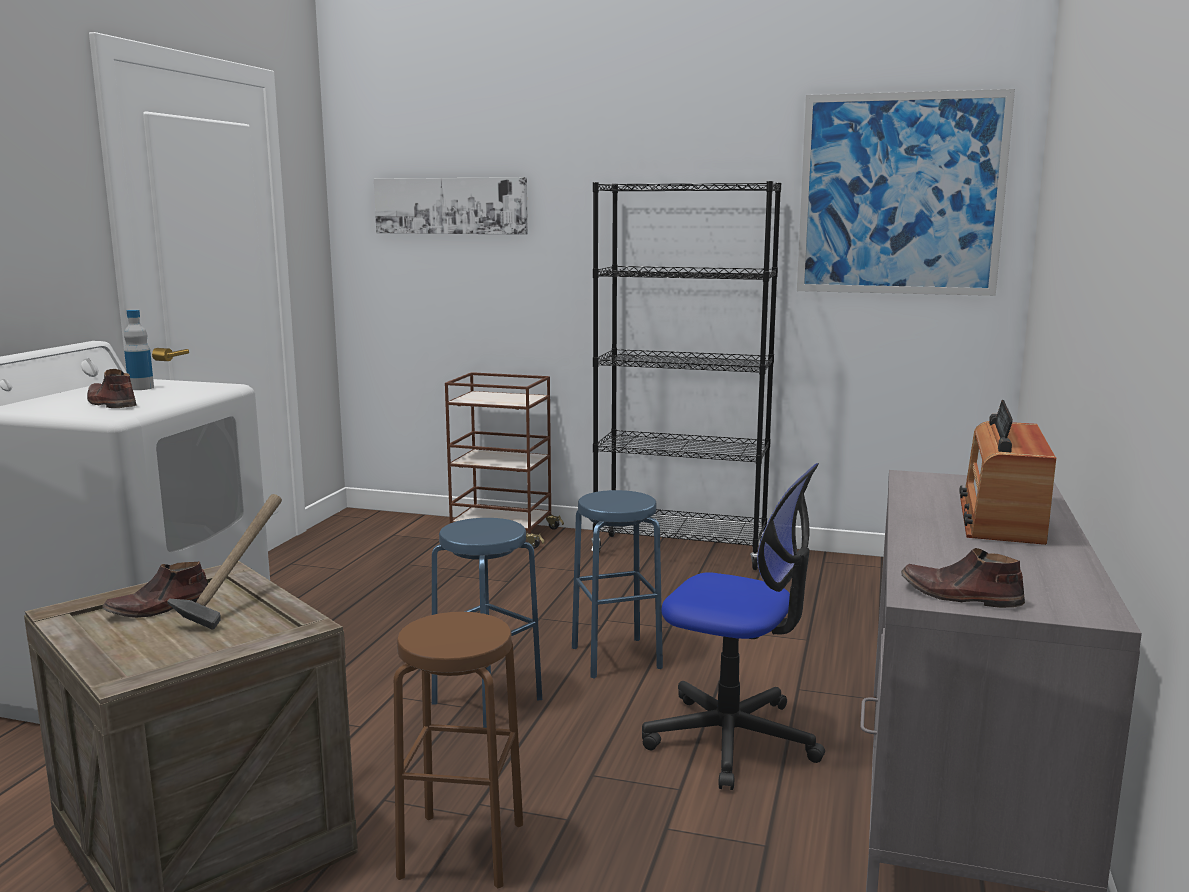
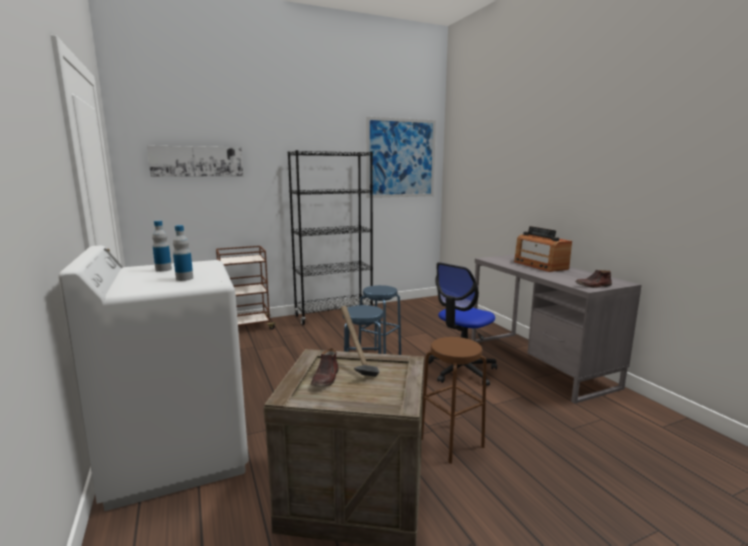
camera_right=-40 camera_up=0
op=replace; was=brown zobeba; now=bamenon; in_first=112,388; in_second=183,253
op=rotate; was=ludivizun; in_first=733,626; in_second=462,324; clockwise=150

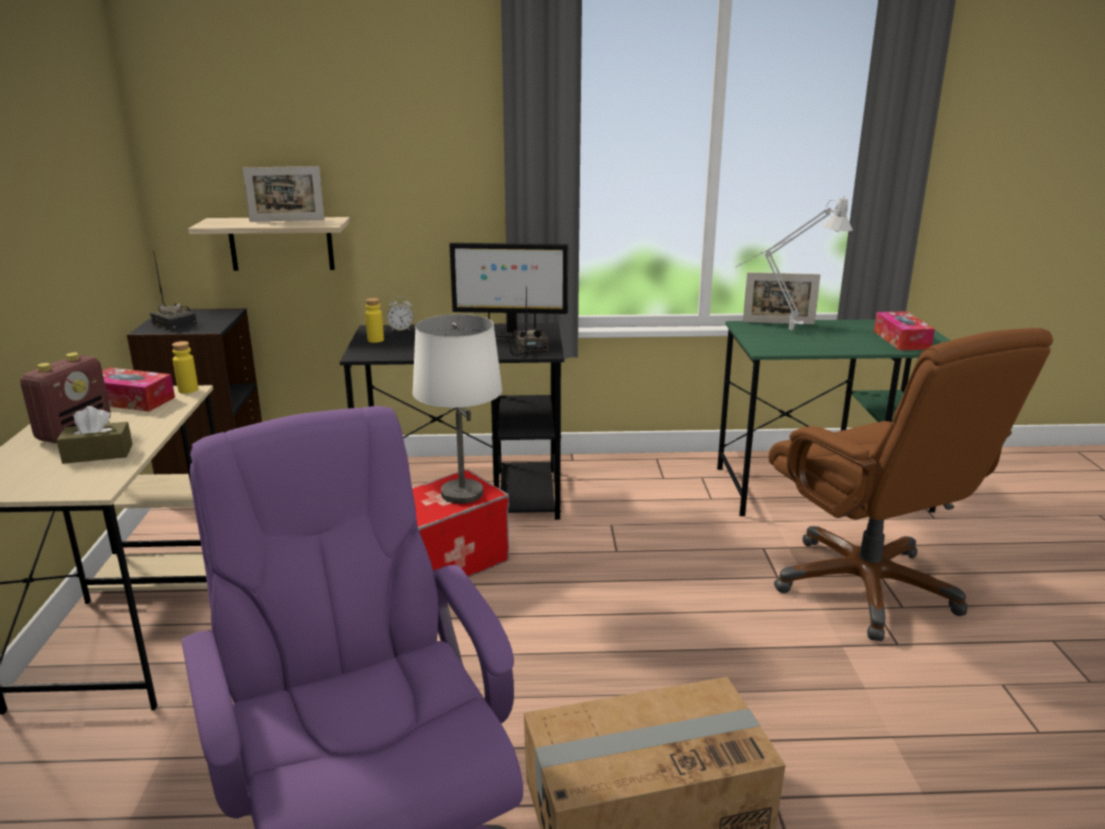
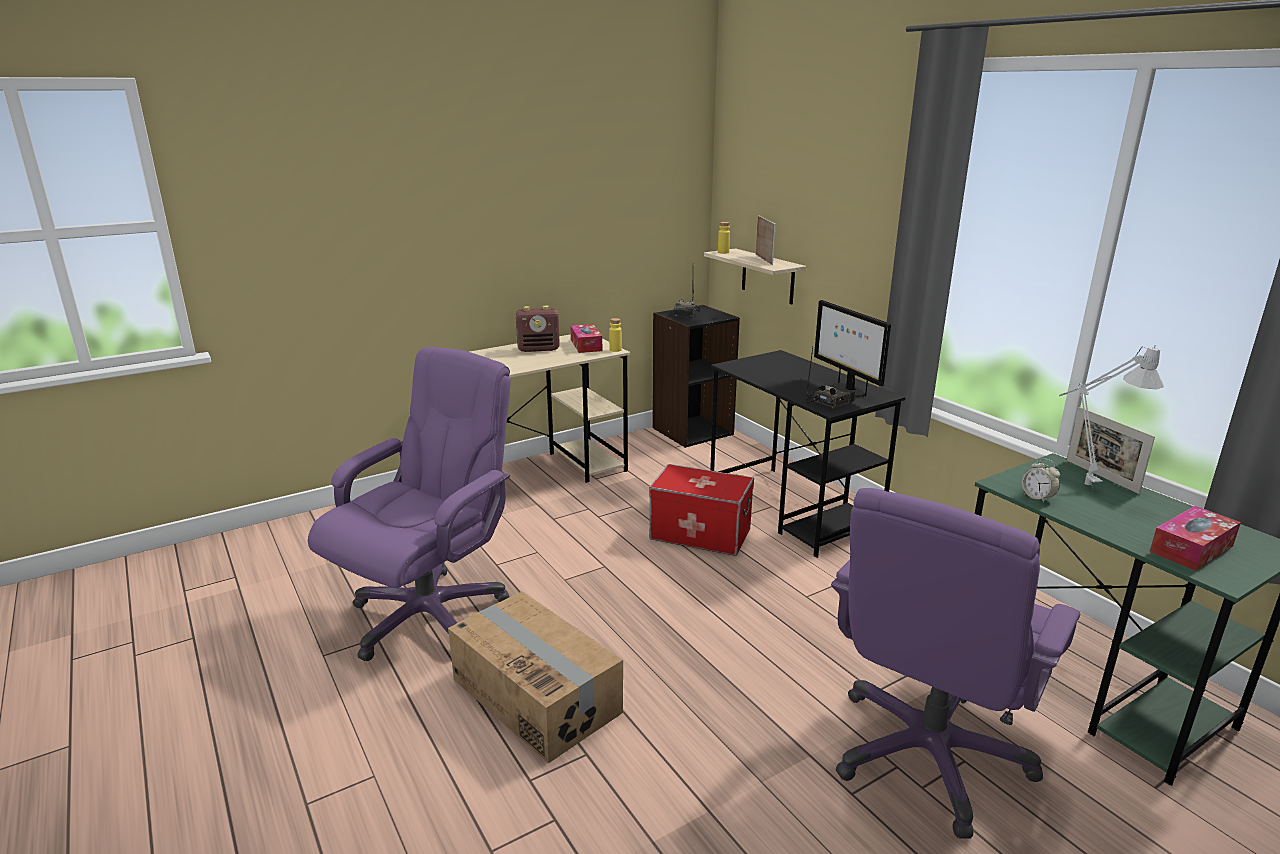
camera_right=60 camera_up=0
op=delete; was=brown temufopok; in_first=95,435
op=delete; was=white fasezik; in_first=457,409
op=move; was=yellow bamenon; in_first=374,320; in_second=724,238
op=move; was=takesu; in_first=400,313; in_second=1041,480
op=recolor; was=brown ludivizun; now=purple ludivizun; in_first=910,484; in_second=955,663
op=rotate; was=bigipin; in_first=284,194; in_second=766,240; clockwise=-150

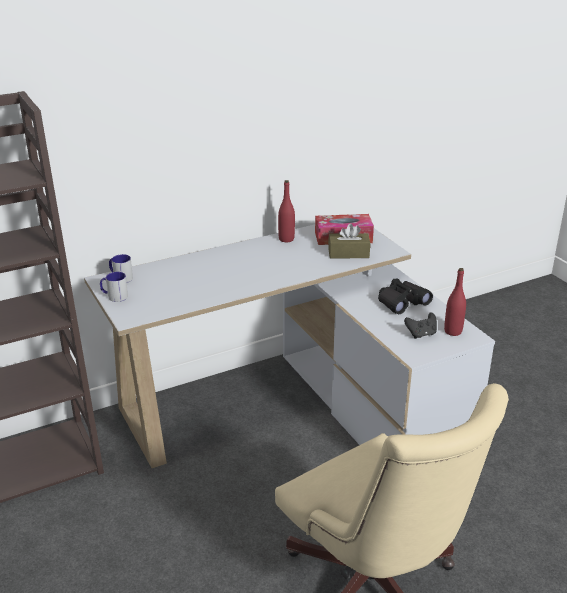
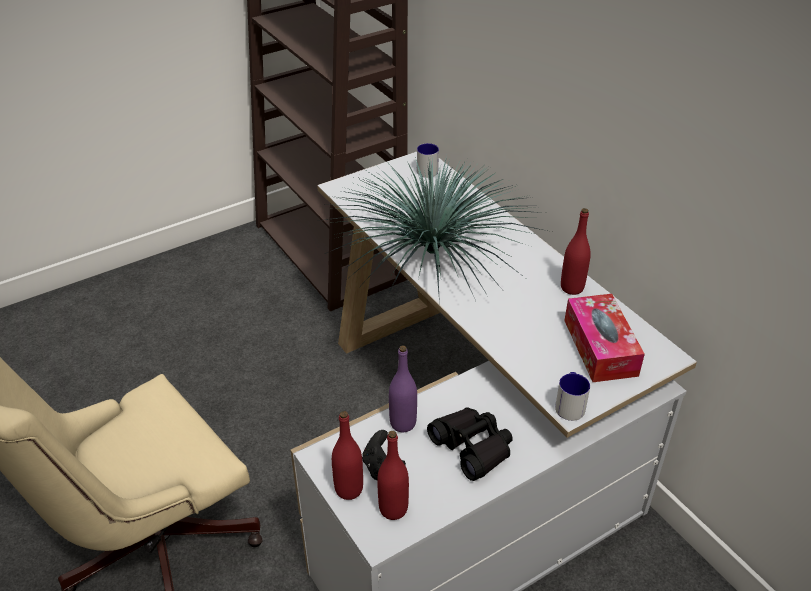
camera_right=85 camera_up=10
op=delete; was=brown temufopok; in_first=349,240
op=insert; now=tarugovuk; in_second=432,229
op=insert; now=red bamenon; in_second=347,455
op=insert; now=purple bamenon; in_second=403,389
op=move; was=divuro; in_first=114,287; in_second=572,396

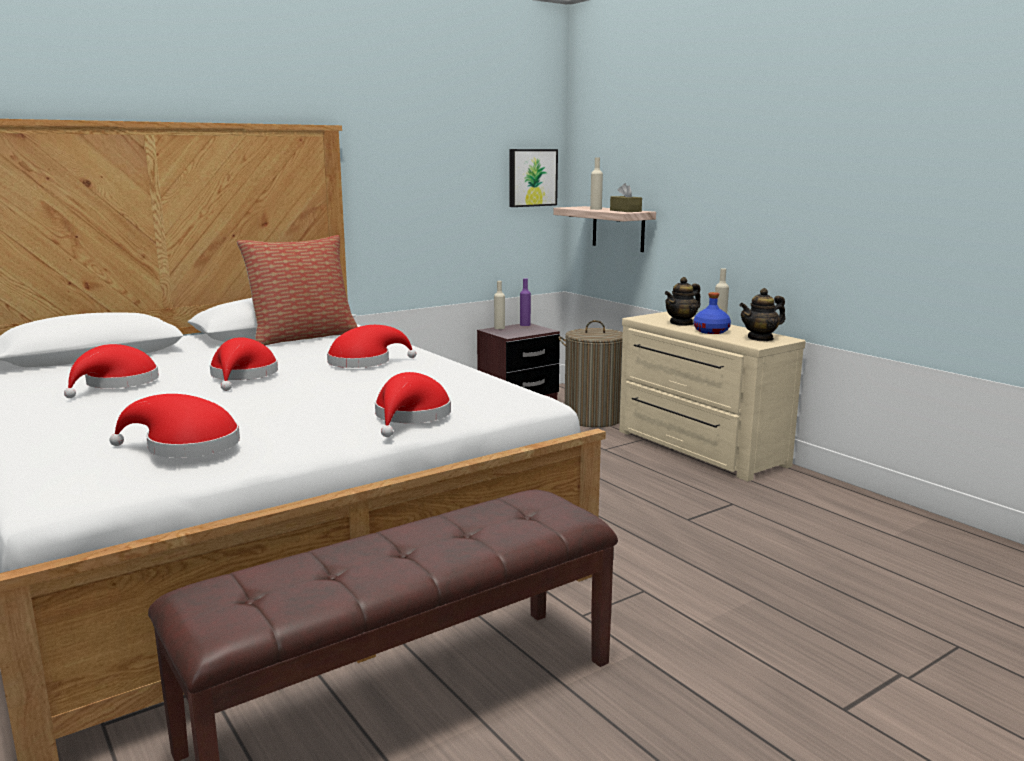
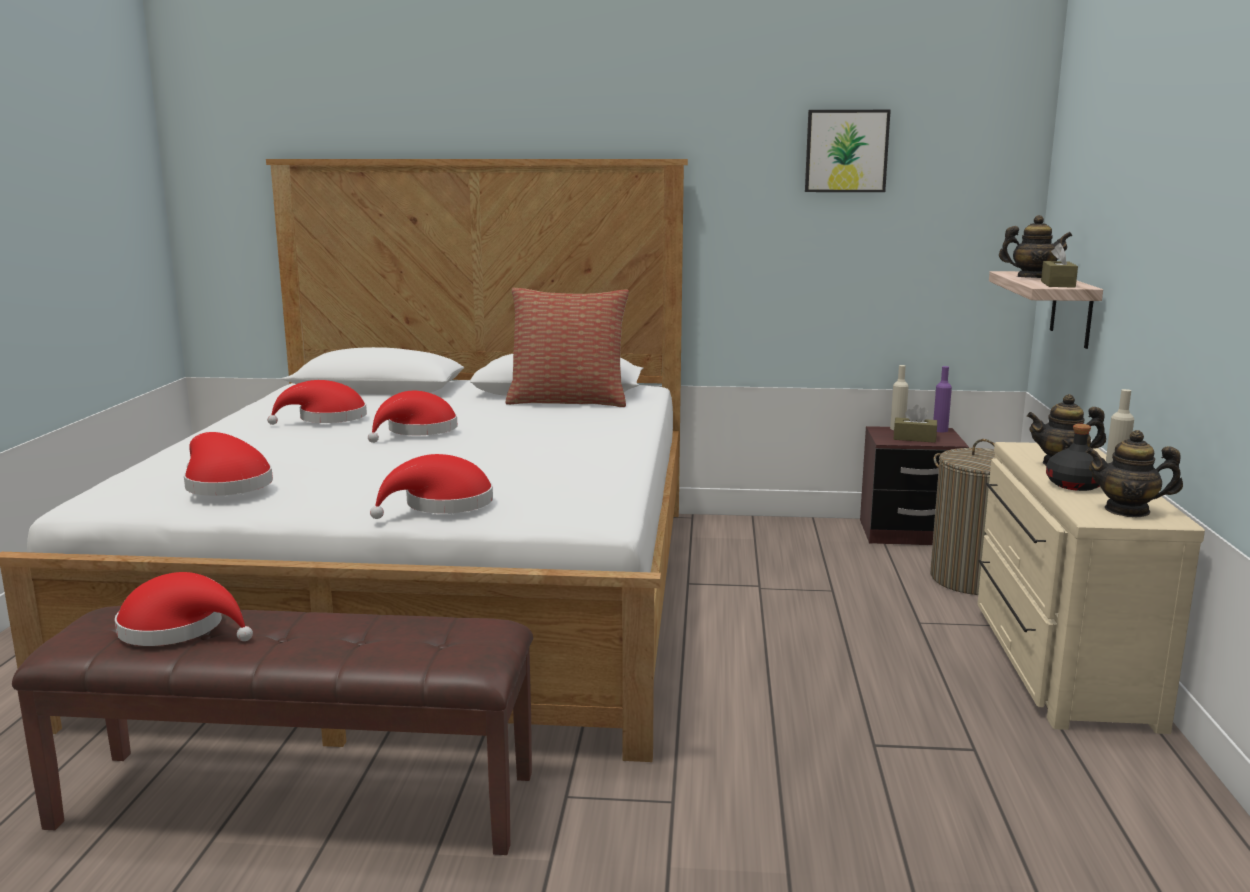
camera_right=40 camera_up=0
op=insert; now=brown temufopok; in_second=915,424
op=move; was=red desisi; in_first=371,346; in_second=184,609
op=move; was=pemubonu; in_first=534,178; in_second=848,151
op=replace; was=beige bamenon; now=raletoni; in_first=596,183; in_second=1035,246
op=recolor; was=blue bamenon; now=black bamenon; in_first=712,313; in_second=1073,457

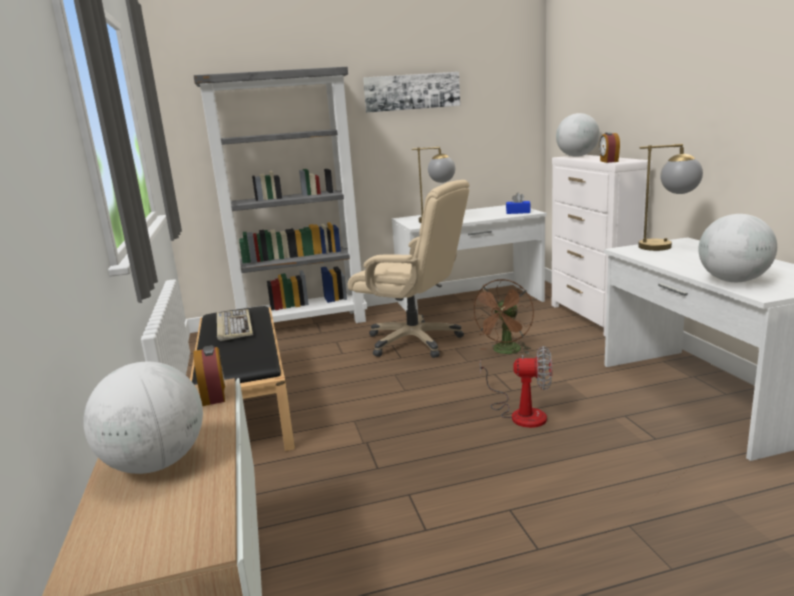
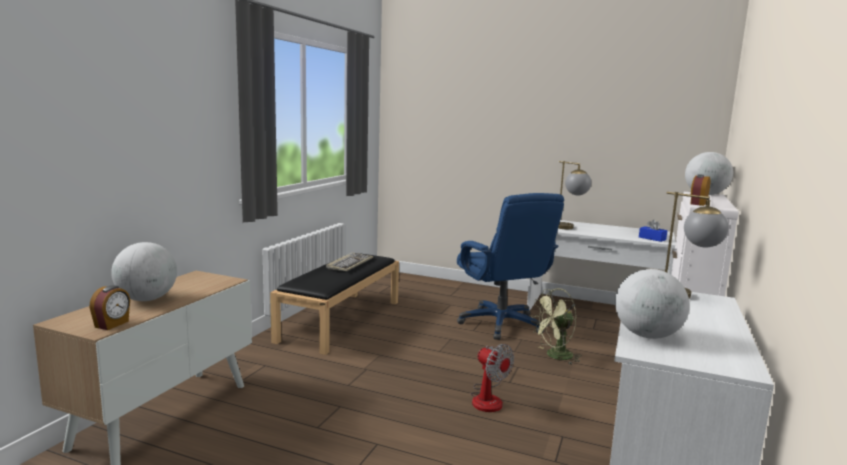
camera_right=35 camera_up=-5
op=delete; was=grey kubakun; in_first=280,195
op=delete; was=pemubonu; in_first=411,92
op=move; was=takesu; in_first=209,375; in_second=109,307
op=recolor; was=beige ludivizun; now=blue ludivizun; in_first=408,269; in_second=510,266
op=recolor; was=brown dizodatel; now=green dizodatel; in_first=503,316; in_second=556,326

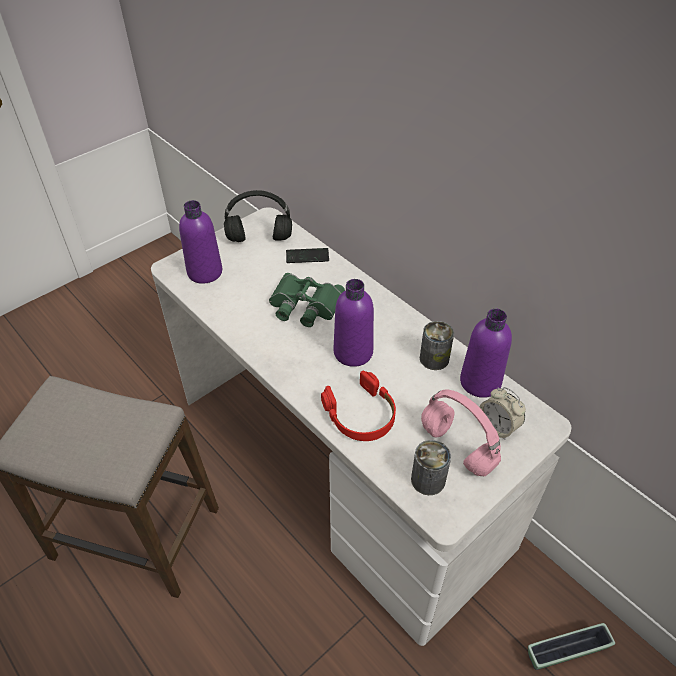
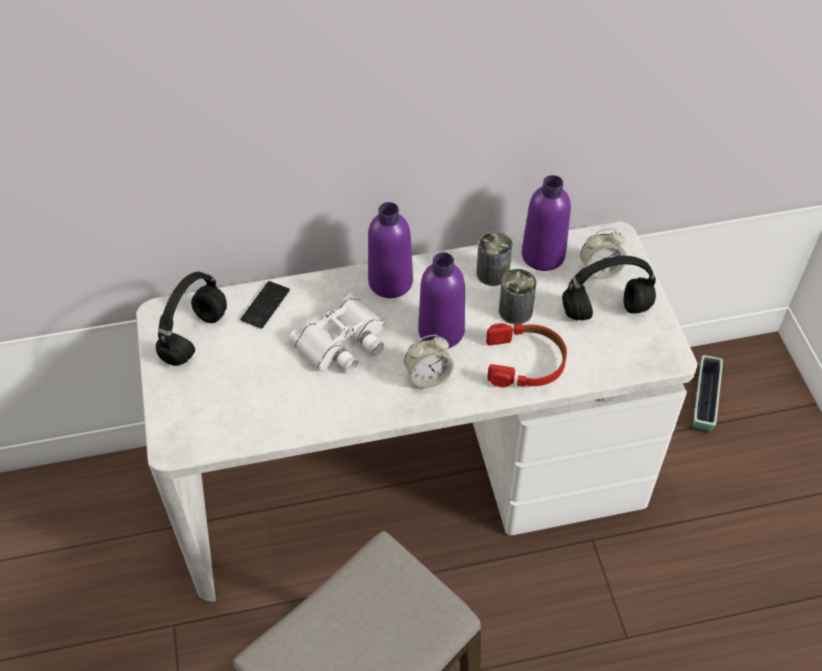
camera_right=-60 camera_up=5
op=insert; now=takesu; in_second=429,361
op=move; was=purple bamenon; in_first=200,242; in_second=390,250
op=move; was=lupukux; in_first=431,467; in_second=518,297
op=recolor; was=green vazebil; now=white vazebil; in_first=307,300; in_second=337,333
op=recolor; was=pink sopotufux; now=black sopotufux; in_first=461,433; in_second=609,288

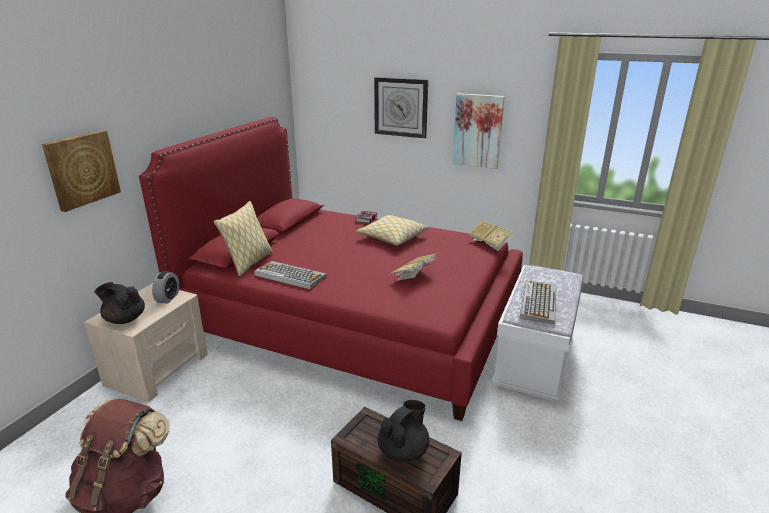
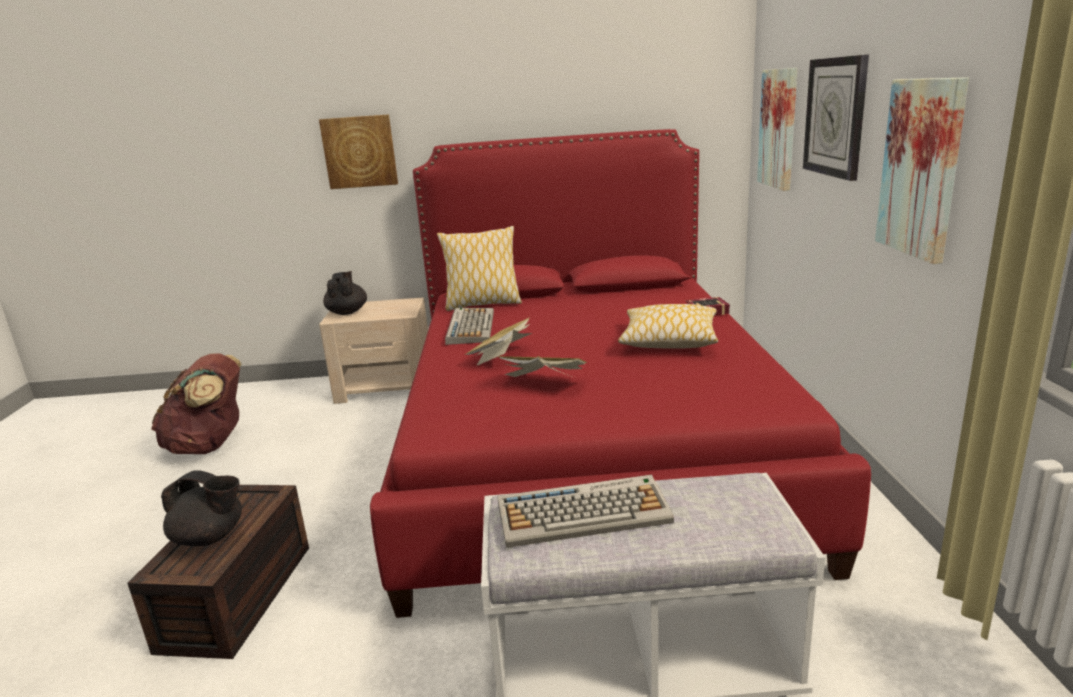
camera_right=65 camera_up=-5
op=delete; was=takesu; in_first=165,287
op=insert; now=pemubonu; in_second=777,129
op=move; was=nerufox; in_first=490,235; in_second=498,341

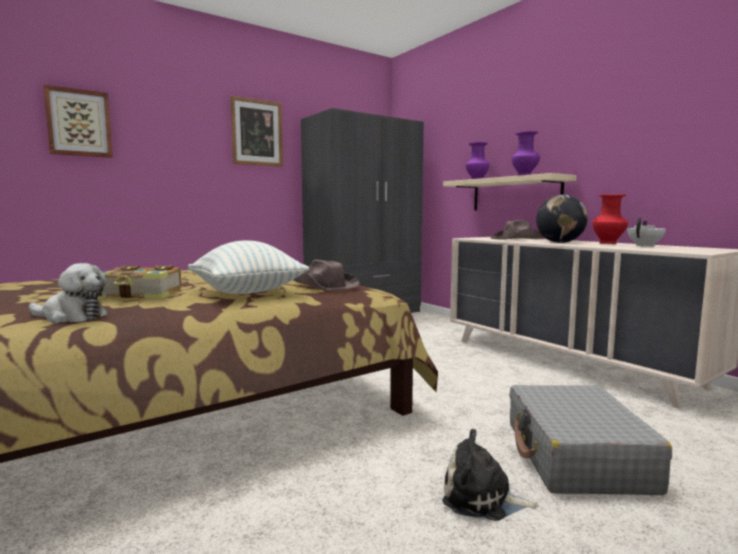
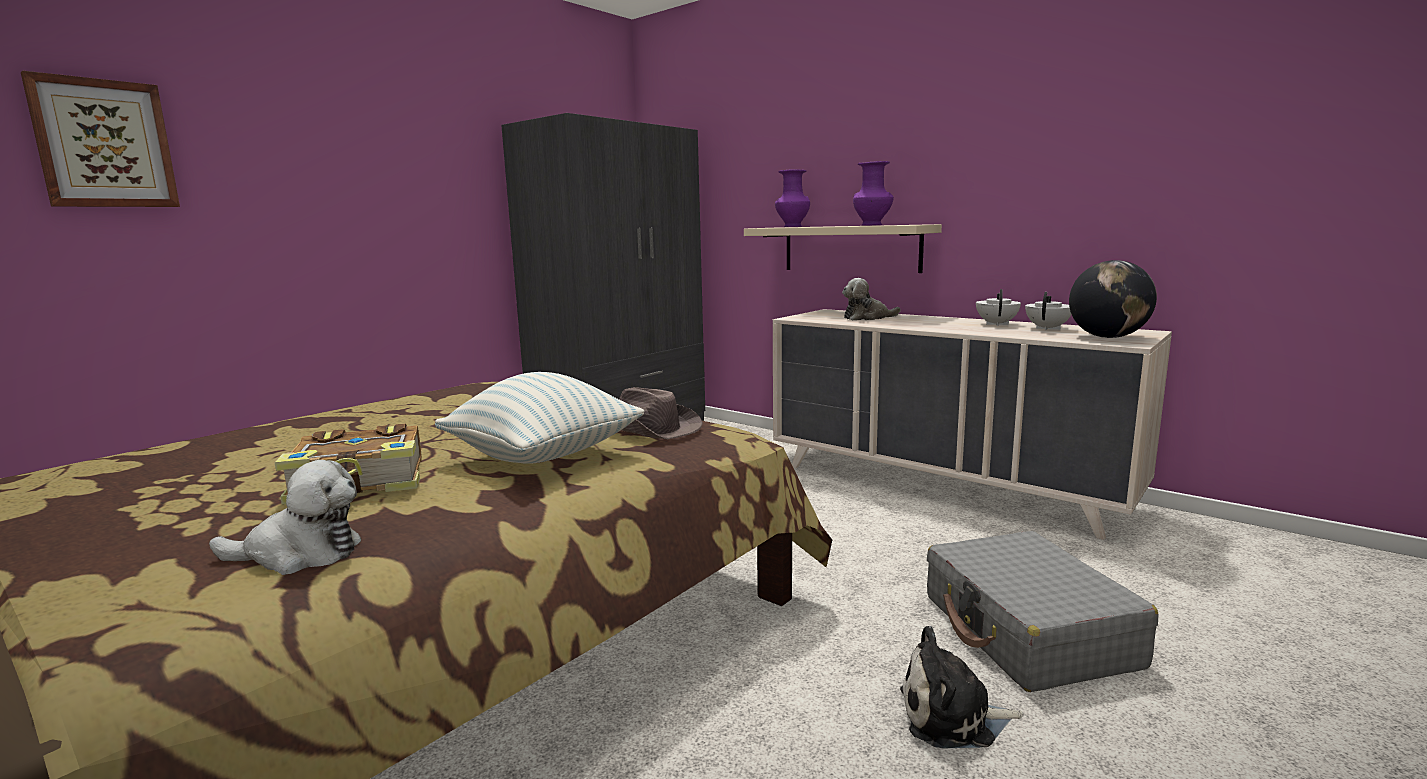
camera_right=-15 camera_up=5
op=delete; was=pemubonu; in_first=256,131
op=move; was=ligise; in_first=562,219; in_second=1113,299
op=replace; was=brown desisi; now=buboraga; in_first=517,230; in_second=871,299
op=replace; was=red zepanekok; now=white raletoni; in_first=610,219; in_second=998,307

